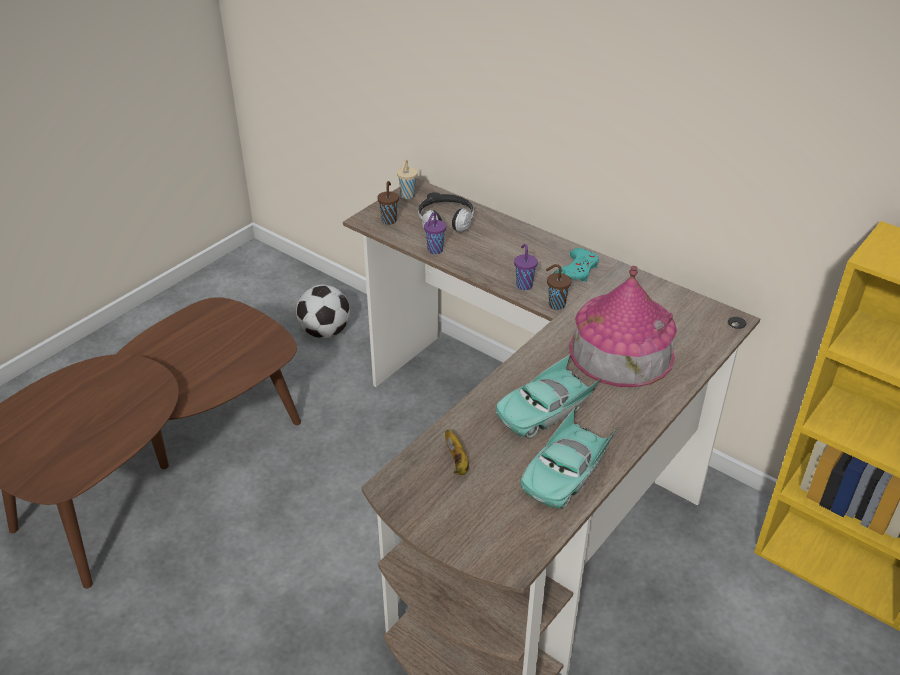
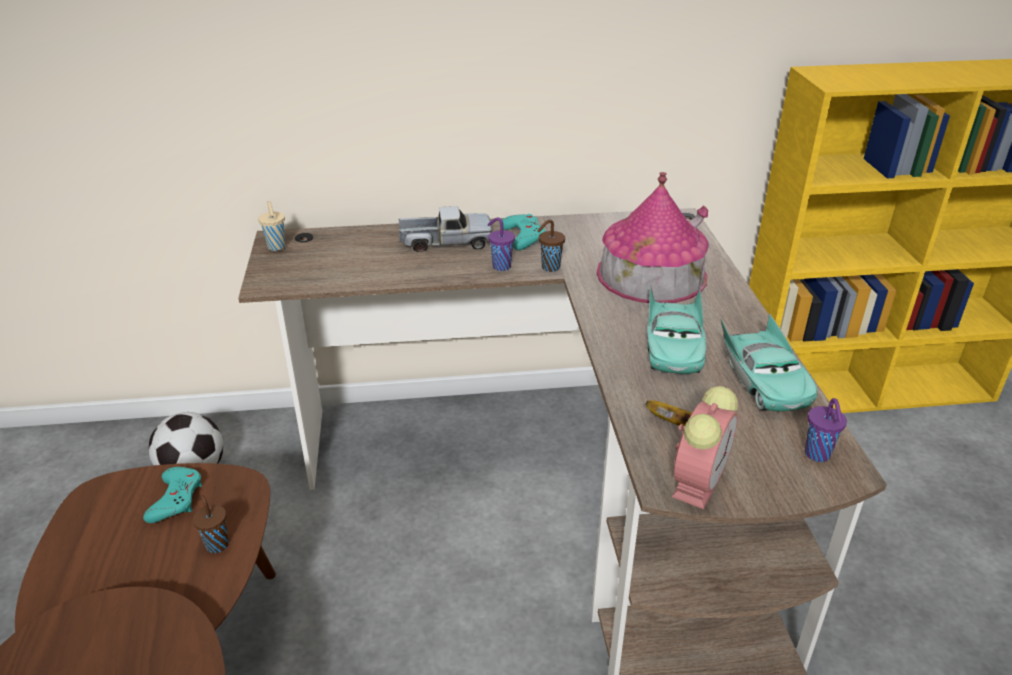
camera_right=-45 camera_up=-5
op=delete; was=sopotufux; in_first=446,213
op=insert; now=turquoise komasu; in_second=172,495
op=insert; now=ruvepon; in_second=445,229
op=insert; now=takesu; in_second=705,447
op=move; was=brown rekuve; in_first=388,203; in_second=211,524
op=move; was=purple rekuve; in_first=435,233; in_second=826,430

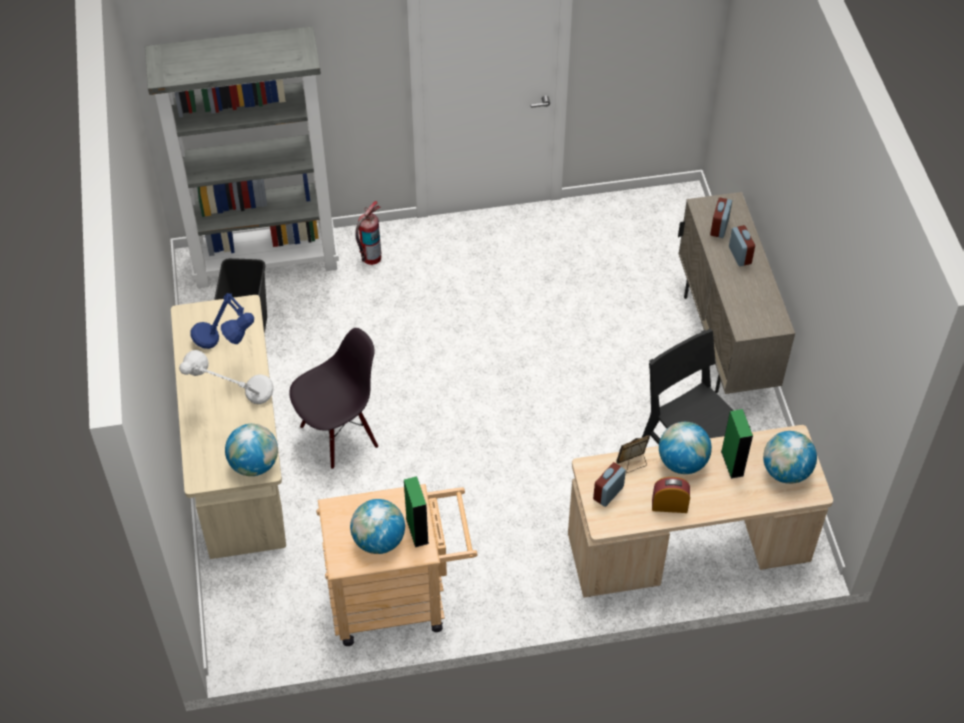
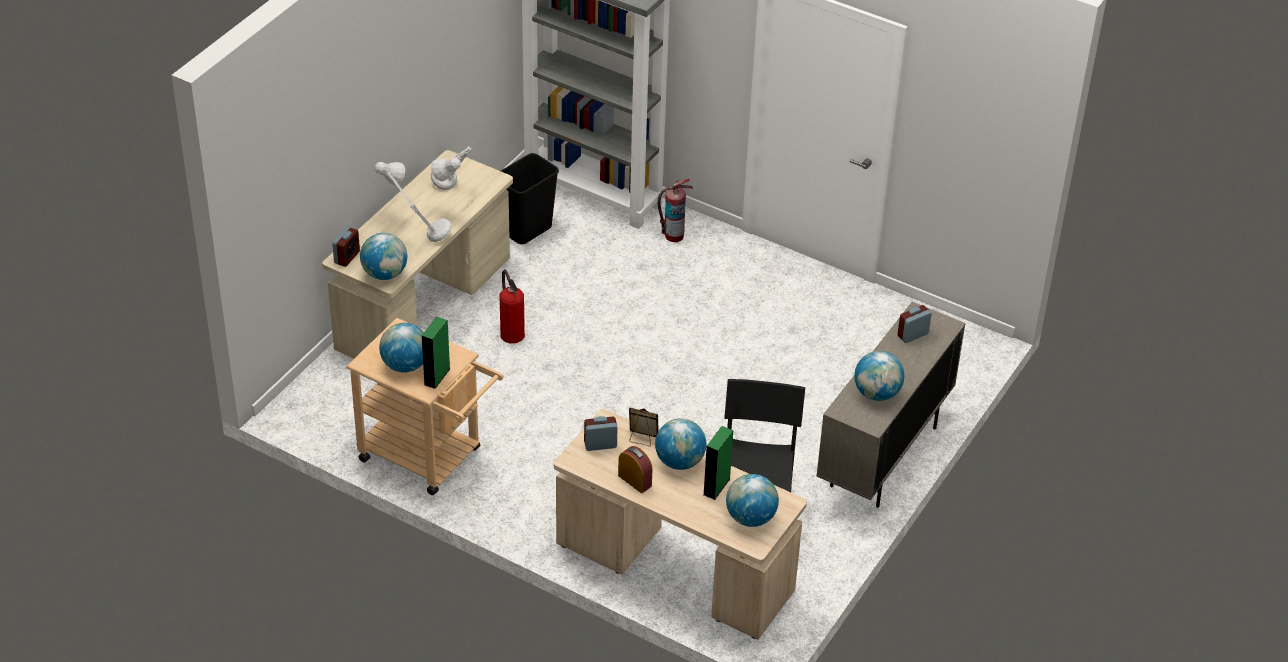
camera_right=40 camera_up=-10
op=insert; now=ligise; in_second=879,376
op=move; was=takesu; in_first=742,245; in_second=346,247
op=replace; was=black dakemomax; now=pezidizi; in_first=333,398; in_second=512,306
op=recolor; was=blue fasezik; now=grey fasezik; in_first=222,321; in_second=451,168

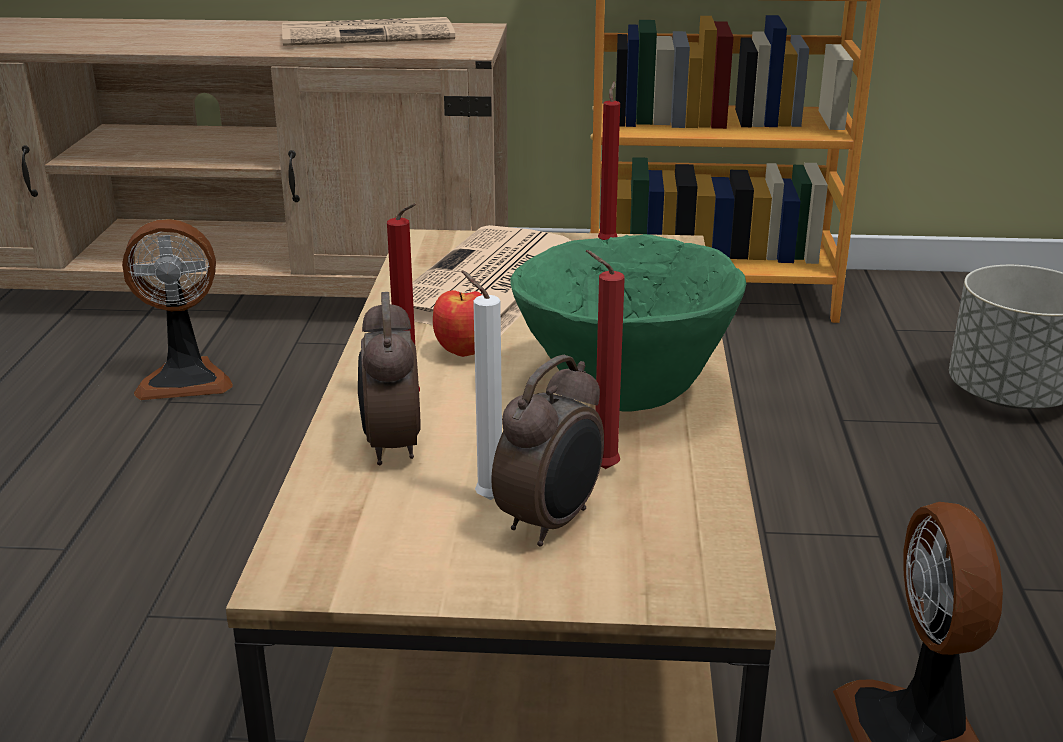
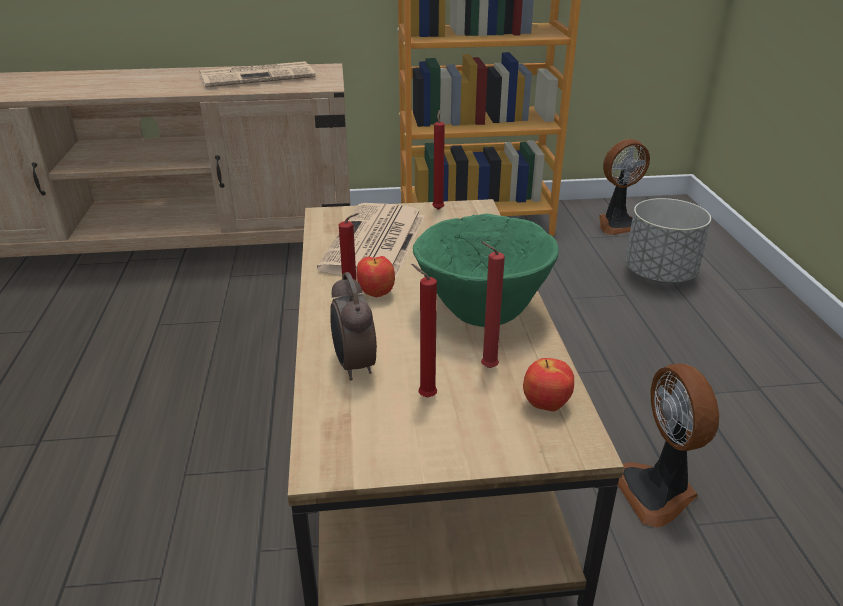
camera_right=-10 camera_up=5
op=delete; was=takesu; in_first=548,451
op=insert; now=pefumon; in_second=548,384
op=move; was=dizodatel; in_first=177,309; in_second=624,187
op=recolor; was=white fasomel; now=red fasomel; in_first=481,385; in_second=424,330

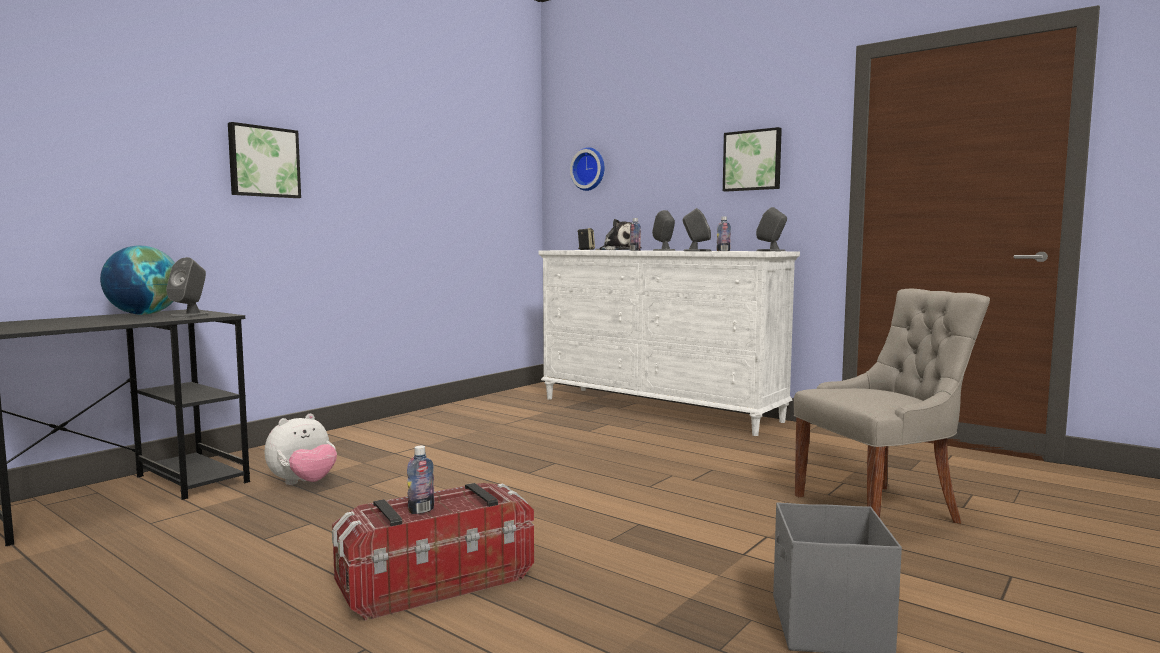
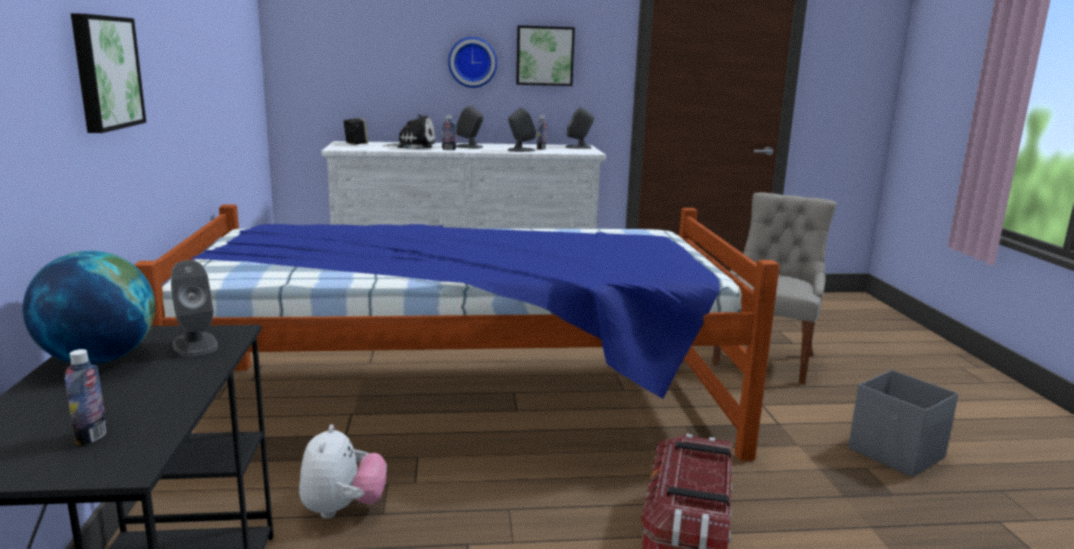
camera_right=-45 camera_up=10
op=insert; now=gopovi; in_second=457,333
op=move; was=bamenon; in_first=421,480; in_second=86,397
op=move; was=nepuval; in_first=587,169; in_second=472,62

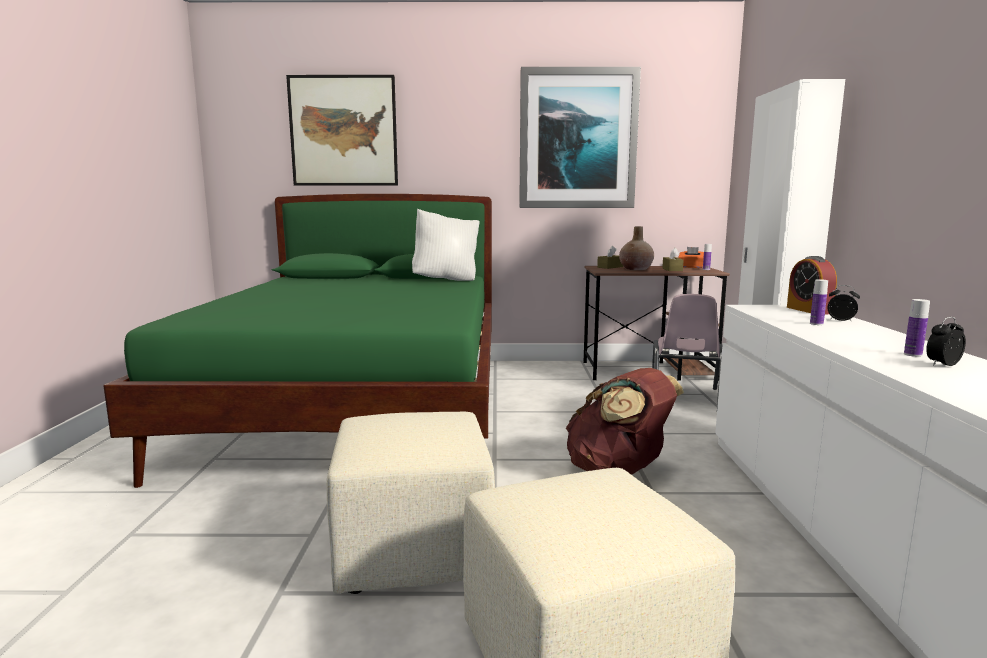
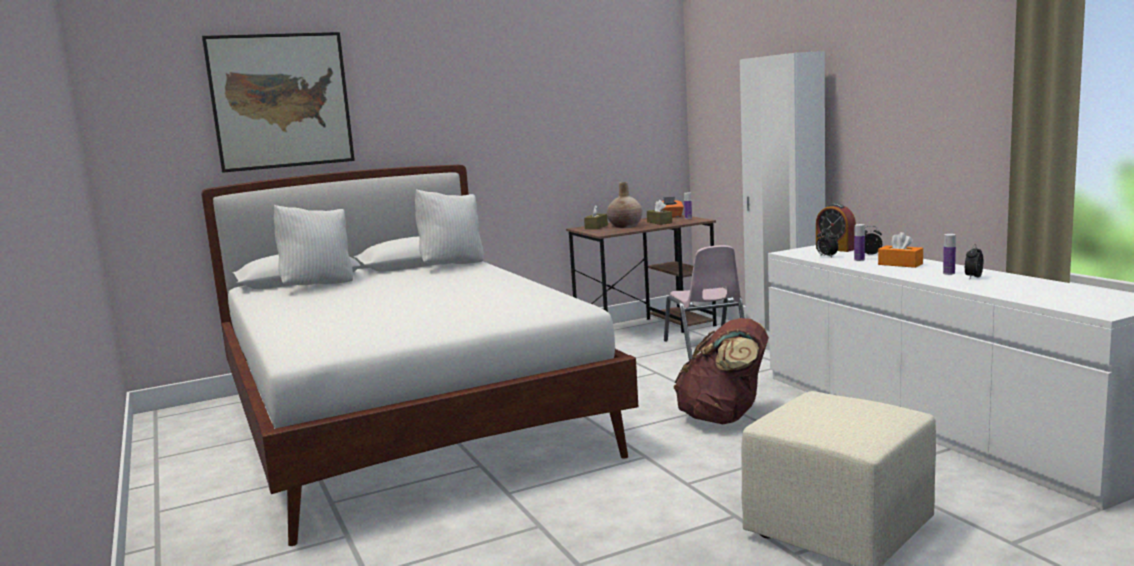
camera_right=-25 camera_up=0
op=delete; was=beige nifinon; in_first=411,503
op=delete; was=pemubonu; in_first=580,137
op=insert; now=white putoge; in_second=313,245
op=insert; now=takesu; in_second=827,242
op=insert; now=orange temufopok; in_second=900,250
op=recolor; was=green gopovi; now=white gopovi; in_first=297,341; in_second=419,355

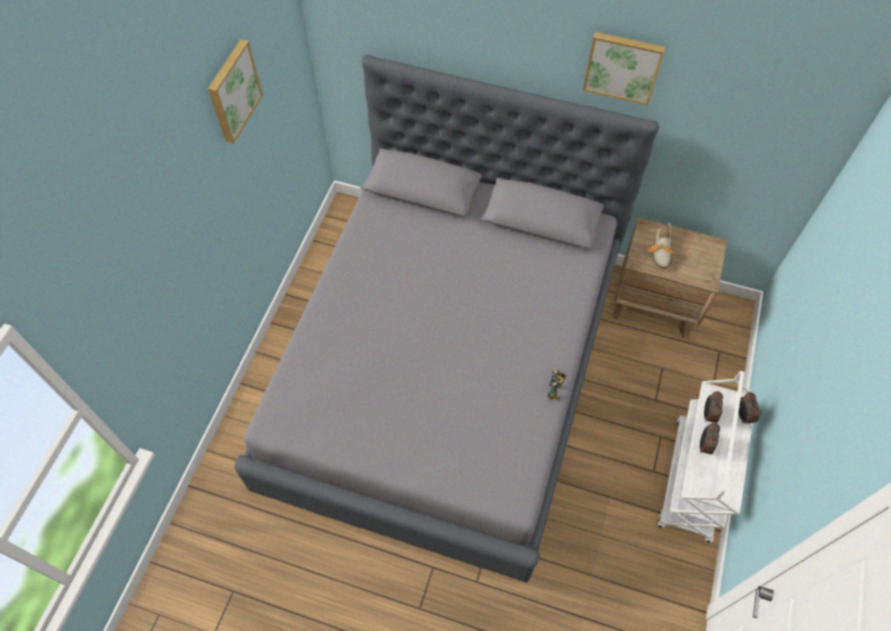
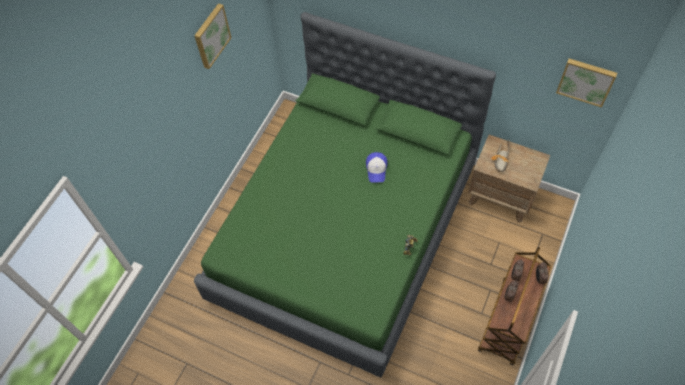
camera_right=10 camera_up=0
op=insert; now=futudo; in_second=377,167
op=move; was=pemubonu; in_first=624,68; in_second=586,83
op=recolor; was=grey gopovi; now=green gopovi; in_first=446,318; in_second=345,195
op=recolor; was=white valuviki; now=brown valuviki; in_first=705,457; in_second=514,306

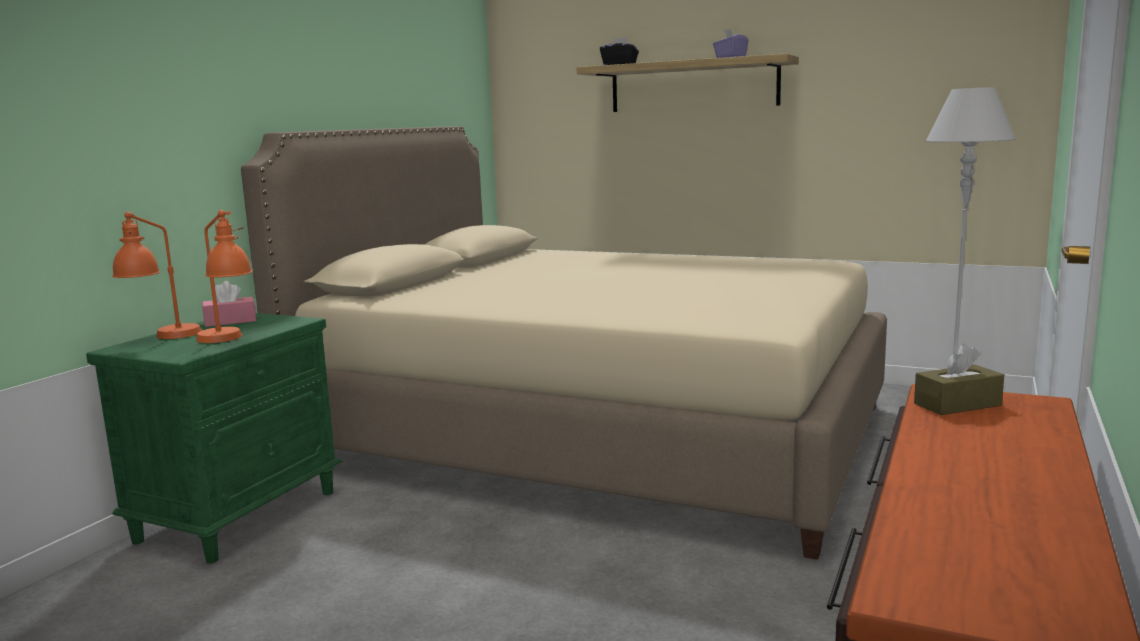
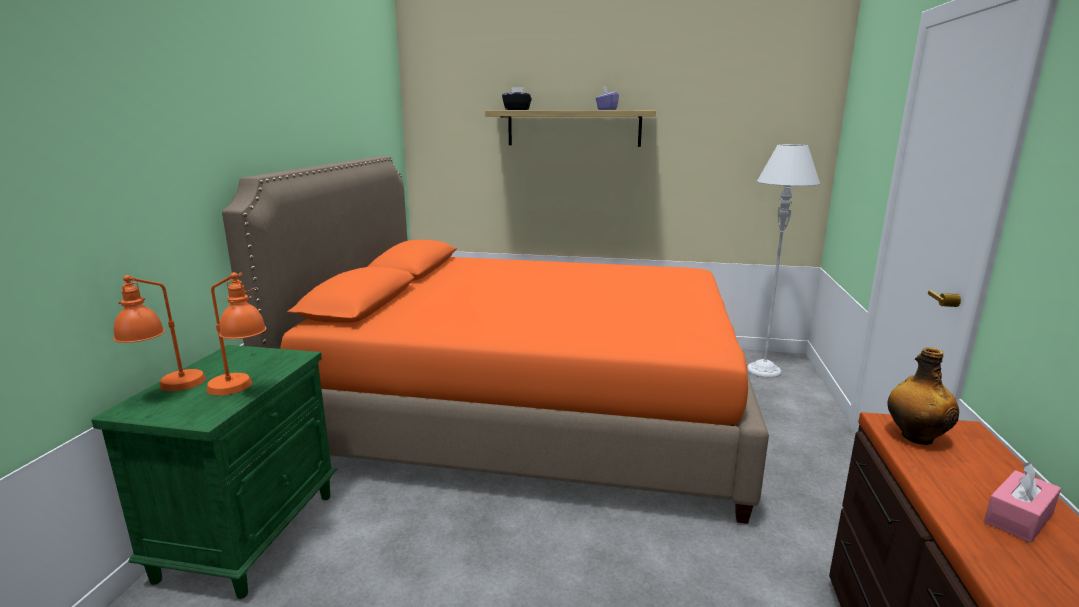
camera_right=-15 camera_up=5
op=move; was=pink temufopok; in_first=229,304; in_second=1022,502
op=replace; was=brown temufopok; now=bamenon; in_first=959,379; in_second=923,396
op=recolor; was=beige gopovi; now=orange gopovi; in_first=564,343; in_second=495,340

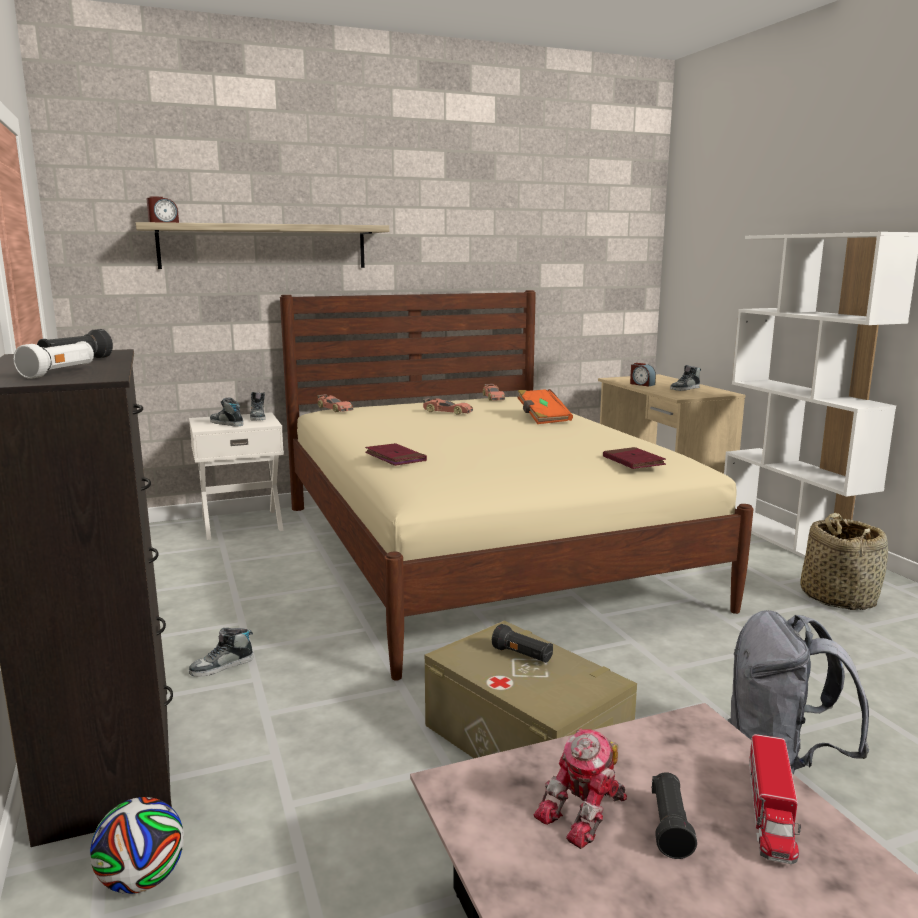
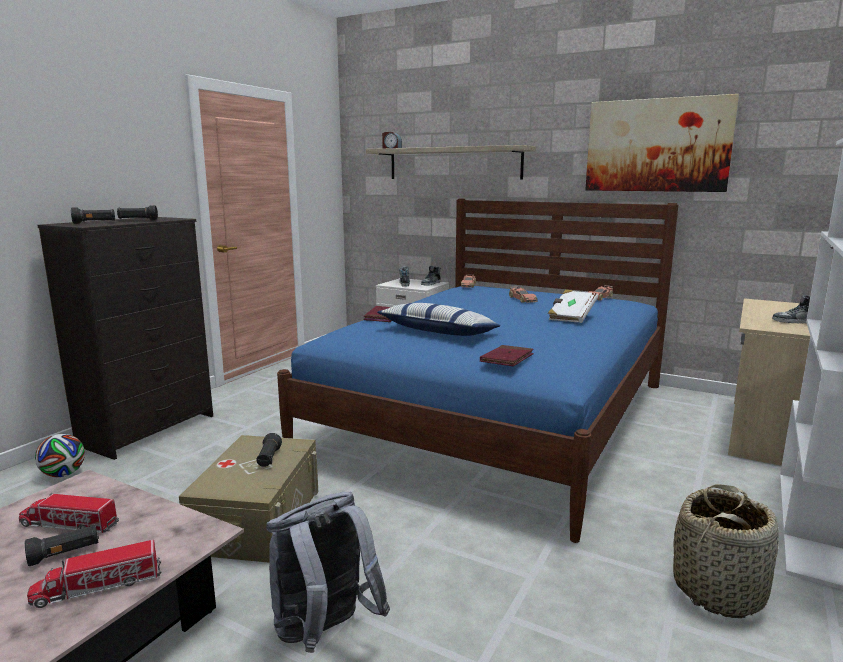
camera_right=50 camera_up=0
op=delete; was=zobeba; in_first=221,652
op=delete; was=takesu; in_first=643,375
op=insert; now=putoge; in_second=439,319
op=insert; now=pemubonu; in_second=662,143
op=replace; was=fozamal; now=ruvepon; in_first=580,788; in_second=69,513
op=recolor; was=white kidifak; now=black kidifak; in_first=53,360; in_second=93,215
op=recolor; was=beige gopovi; now=blue gopovi; in_first=517,485; in_second=477,371
op=recolor; was=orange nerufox; now=white nerufox; in_first=545,406; in_second=573,306

